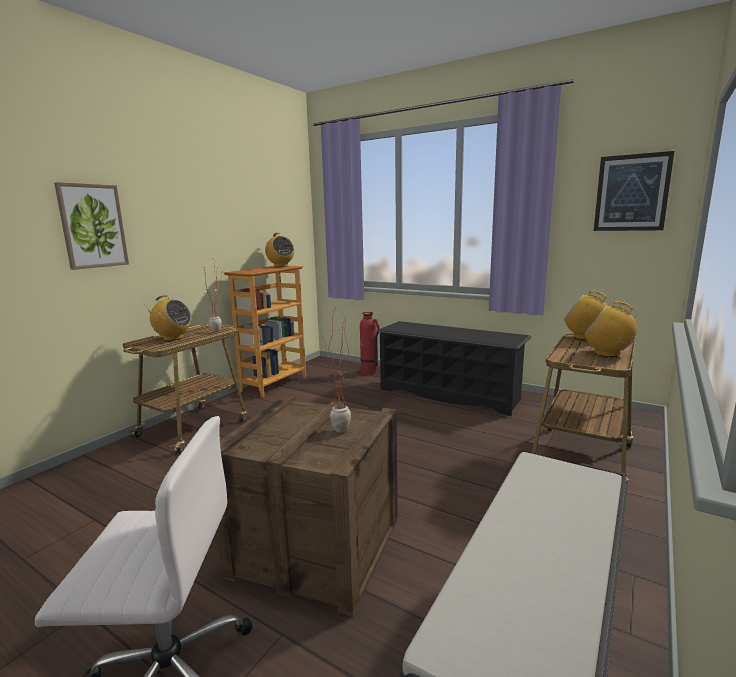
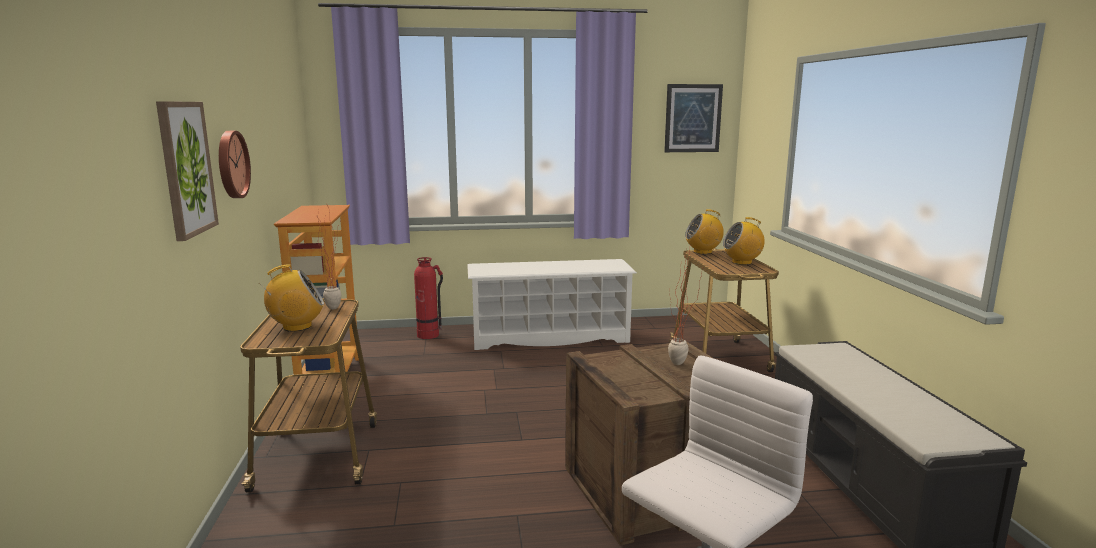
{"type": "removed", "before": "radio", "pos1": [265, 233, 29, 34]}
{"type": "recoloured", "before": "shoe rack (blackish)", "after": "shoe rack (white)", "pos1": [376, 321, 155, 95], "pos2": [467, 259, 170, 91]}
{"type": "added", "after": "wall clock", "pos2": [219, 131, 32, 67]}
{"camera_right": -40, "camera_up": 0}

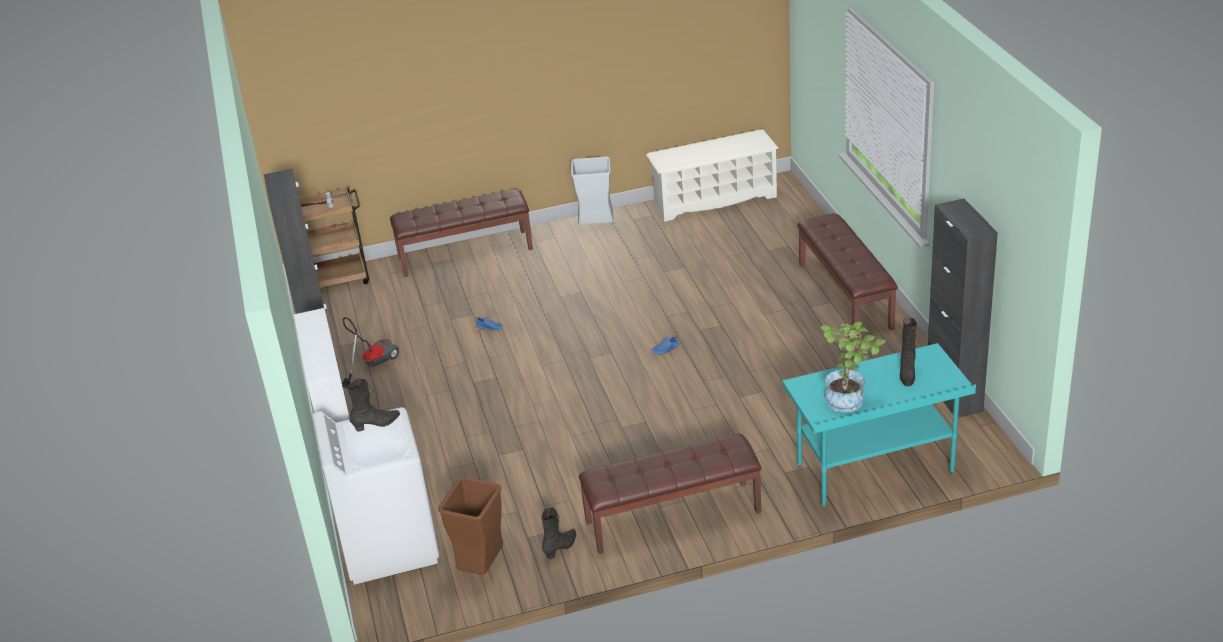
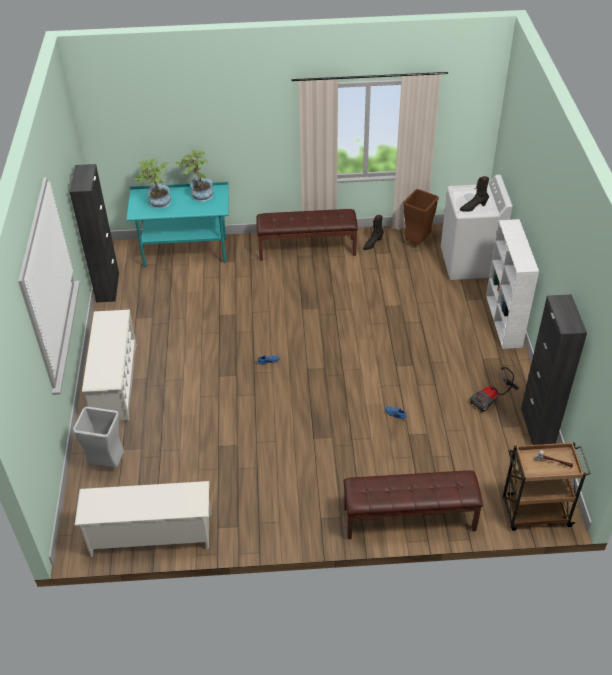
{"type": "moved", "before": "waste bin (greyish)", "pos1": [571, 156, 42, 69], "pos2": [73, 407, 51, 60]}
{"type": "replaced", "before": "long seat (brown)", "after": "shoe rack (white)", "pos1": [797, 214, 101, 124], "pos2": [82, 310, 55, 111]}
{"type": "replaced", "before": "boot (blackish)", "after": "houseplant", "pos1": [900, 317, 17, 70], "pos2": [135, 159, 36, 50]}
{"camera_right": -170, "camera_up": 10}

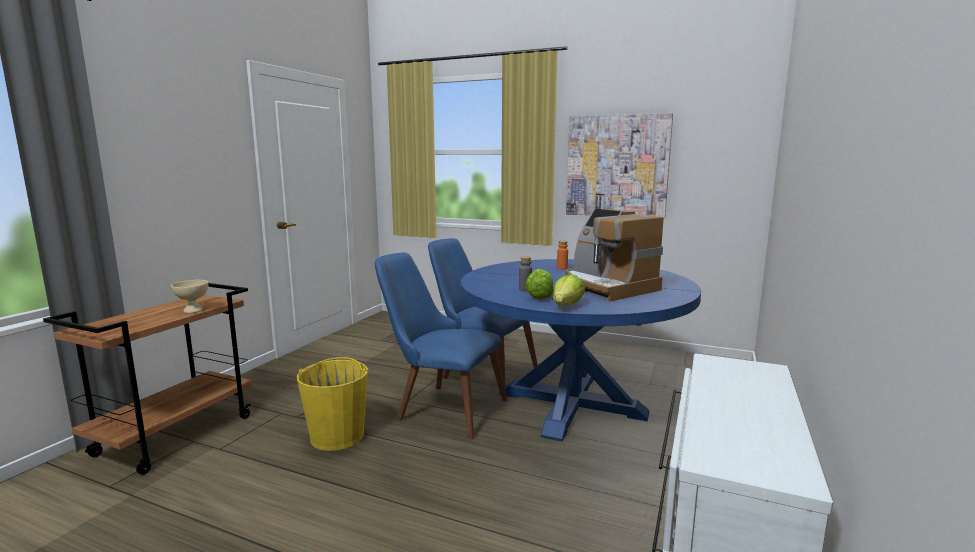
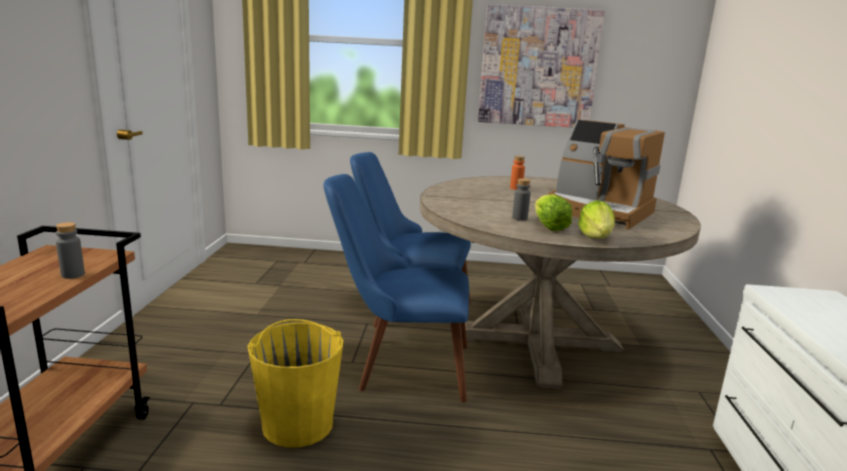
{"type": "replaced", "before": "bowl (beige)", "after": "drink bottle (greyish)", "pos1": [171, 280, 38, 33], "pos2": [56, 222, 29, 57]}
{"type": "recoloured", "before": "dining table (blue-coloured)", "after": "dining table (beige)", "pos1": [461, 259, 240, 182], "pos2": [420, 176, 281, 213]}
{"camera_right": -20, "camera_up": 5}

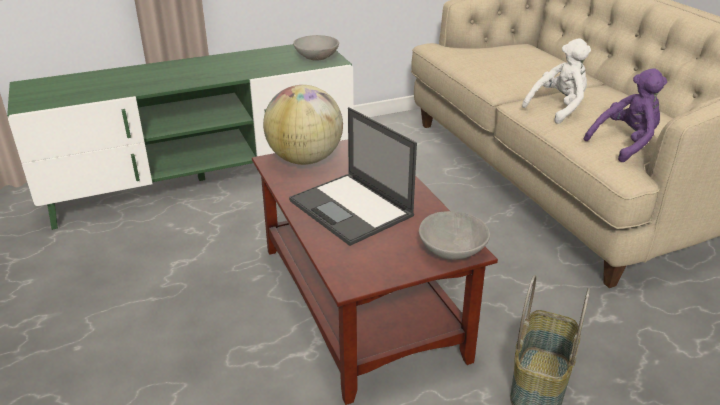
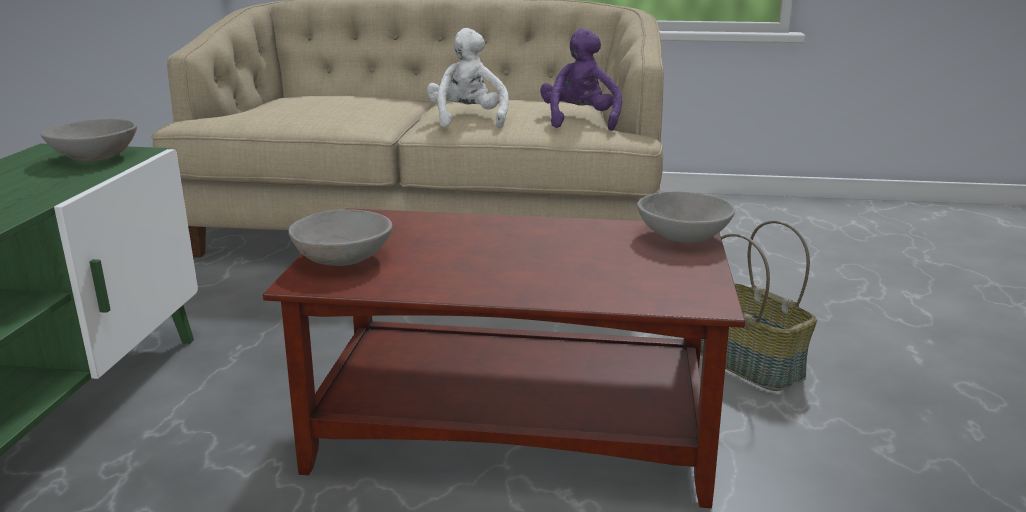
{"type": "replaced", "before": "desk globe", "after": "bowl (greyish)", "pos1": [263, 85, 80, 80], "pos2": [288, 209, 104, 57]}
{"type": "removed", "before": "notebook computer", "pos1": [289, 107, 128, 139]}
{"camera_right": -60, "camera_up": -10}

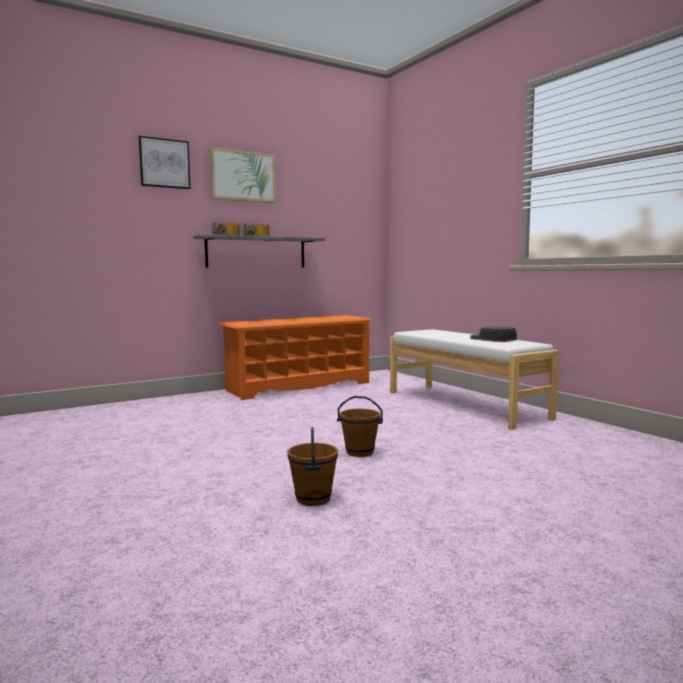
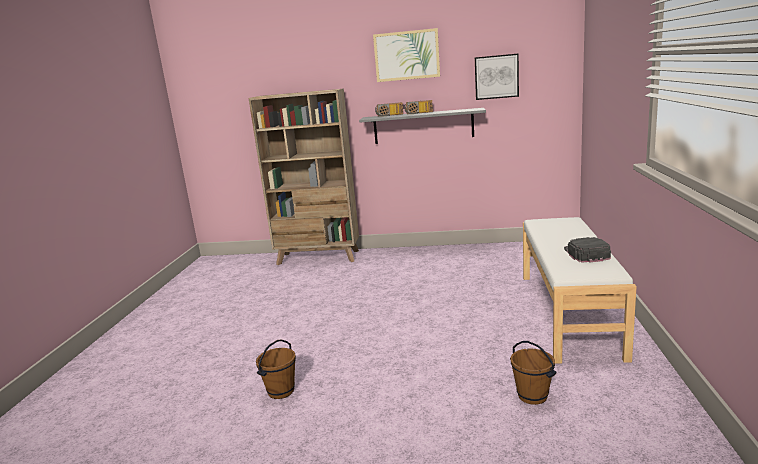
{"type": "moved", "before": "wall art", "pos1": [139, 136, 52, 53], "pos2": [475, 53, 44, 47]}
{"type": "removed", "before": "shoe rack (orange-coloured)", "pos1": [217, 315, 155, 85]}
{"type": "moved", "before": "pail (brown)", "pos1": [337, 396, 46, 61], "pos2": [510, 341, 46, 64]}
{"type": "added", "after": "shelving unit (beige)", "pos2": [249, 89, 110, 176]}
{"camera_right": 40, "camera_up": 10}

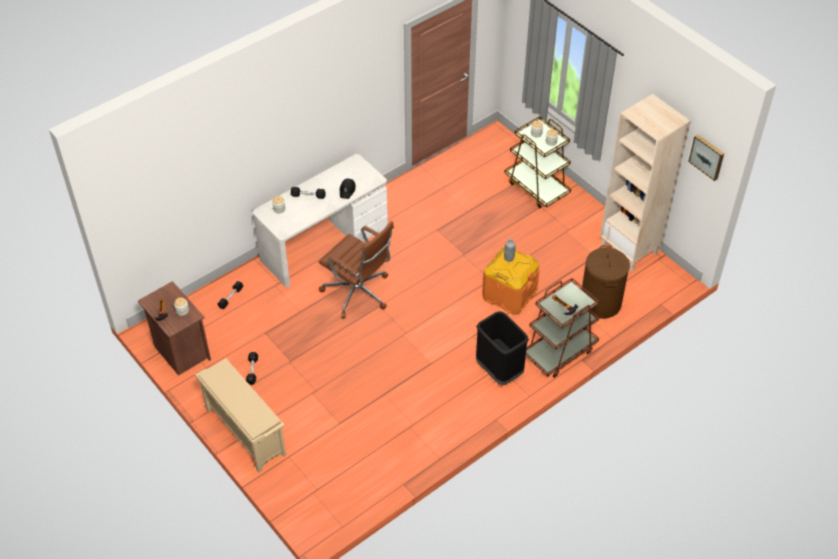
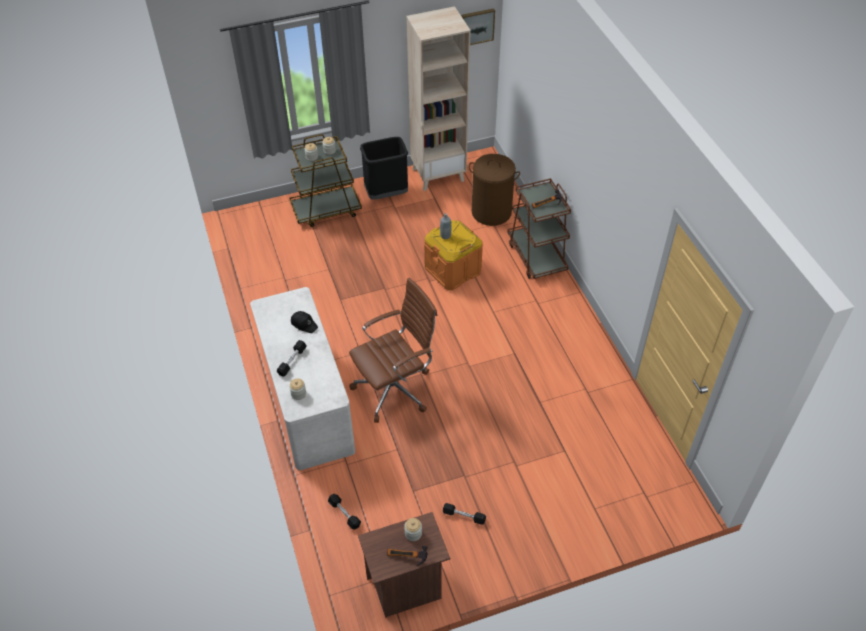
{"type": "removed", "before": "shoe rack (beige)", "pos1": [195, 358, 91, 114]}
{"type": "moved", "before": "waste bin (blackish)", "pos1": [476, 311, 53, 74], "pos2": [360, 137, 48, 63]}
{"camera_right": -70, "camera_up": 0}

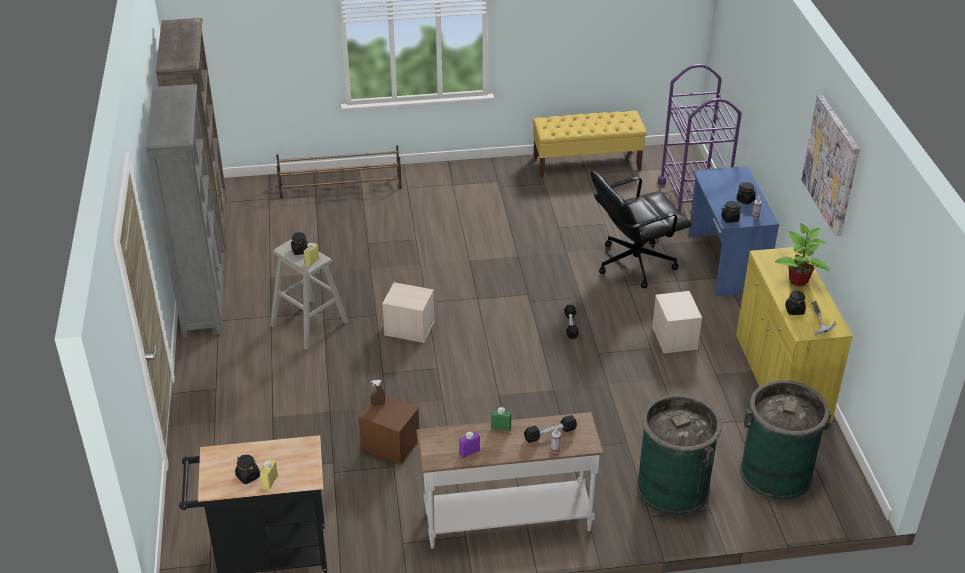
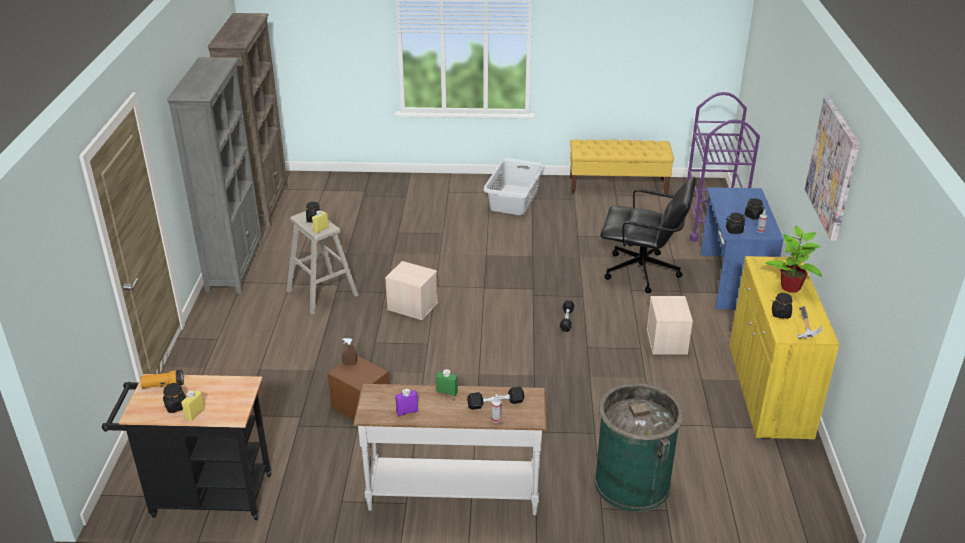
{"type": "removed", "before": "shoe rack (brown)", "pos1": [276, 146, 126, 52]}
{"type": "turned", "before": "office chair (blackish)", "pos1": [591, 171, 101, 117], "pos2": [600, 177, 96, 116], "turn": -150}
{"type": "removed", "before": "waste bin (greenish)", "pos1": [740, 380, 91, 120]}
{"type": "added", "after": "hand torch", "pos2": [140, 370, 44, 18]}
{"type": "added", "after": "hamper (greyish)", "pos2": [483, 158, 62, 57]}
{"camera_right": 10, "camera_up": -5}

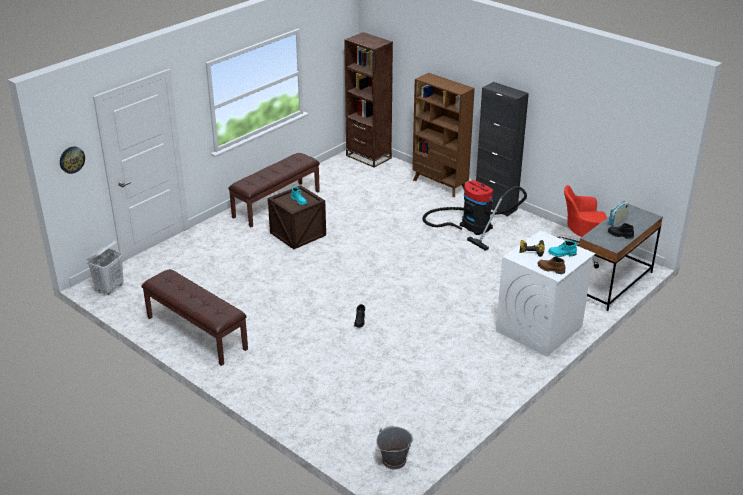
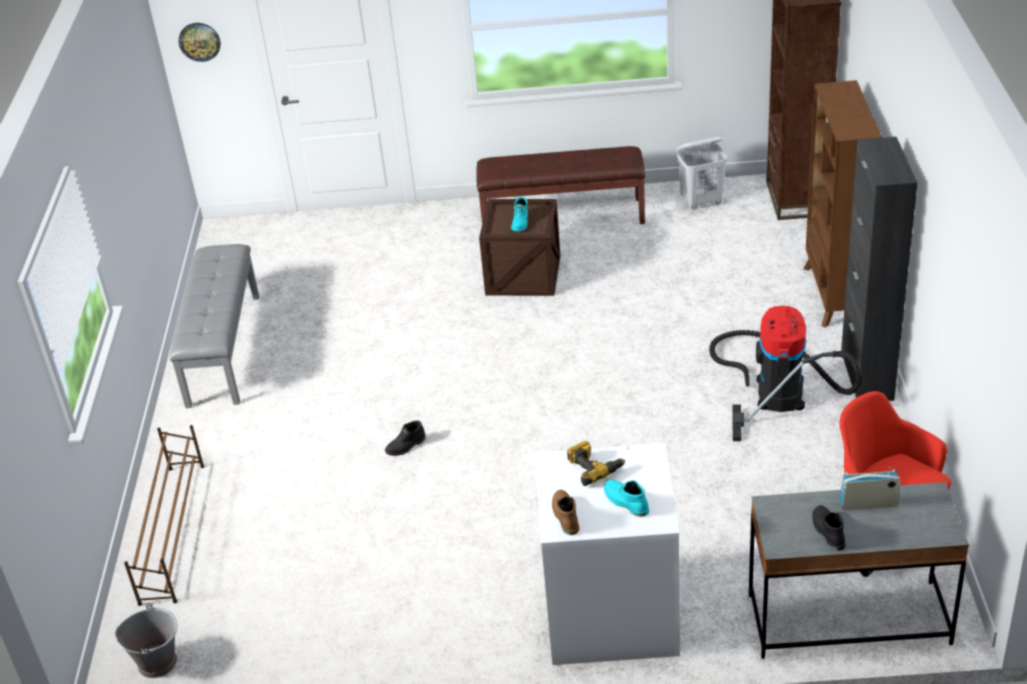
{"type": "moved", "before": "hamper (white)", "pos1": [87, 241, 37, 54], "pos2": [676, 136, 52, 73]}
{"type": "recoloured", "before": "long seat (brown)", "after": "long seat (greyish)", "pos1": [141, 269, 107, 97], "pos2": [170, 244, 89, 164]}
{"type": "added", "after": "shoe rack (brown)", "pos2": [124, 425, 80, 181]}
{"camera_right": 50, "camera_up": 5}

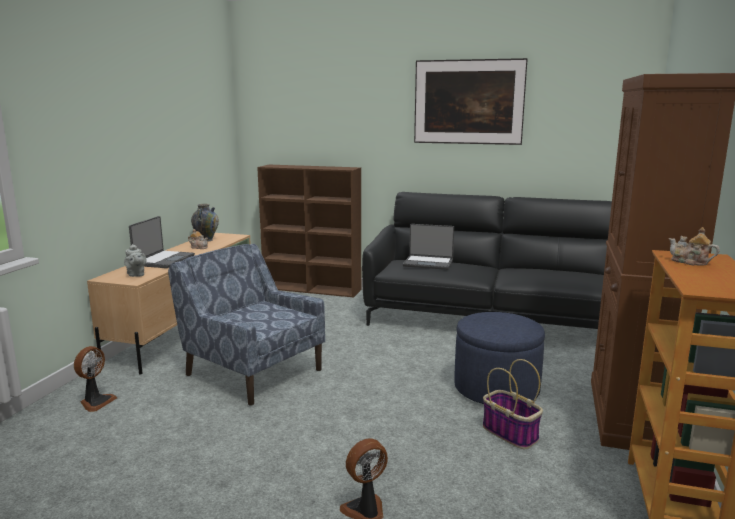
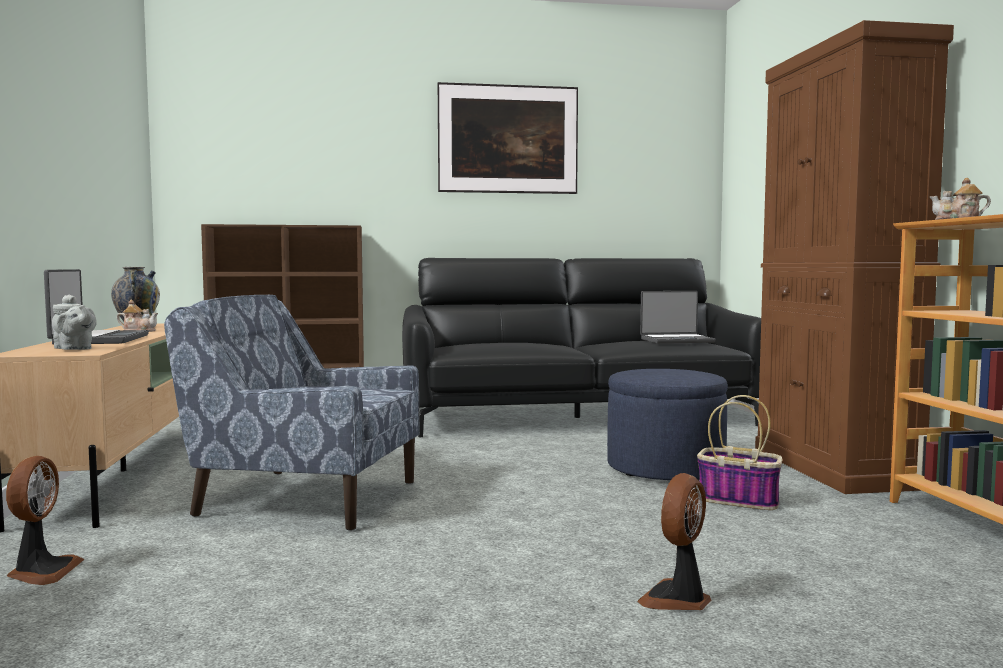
{"type": "moved", "before": "notebook computer", "pos1": [403, 224, 51, 46], "pos2": [640, 291, 76, 53]}
{"camera_right": -25, "camera_up": -10}

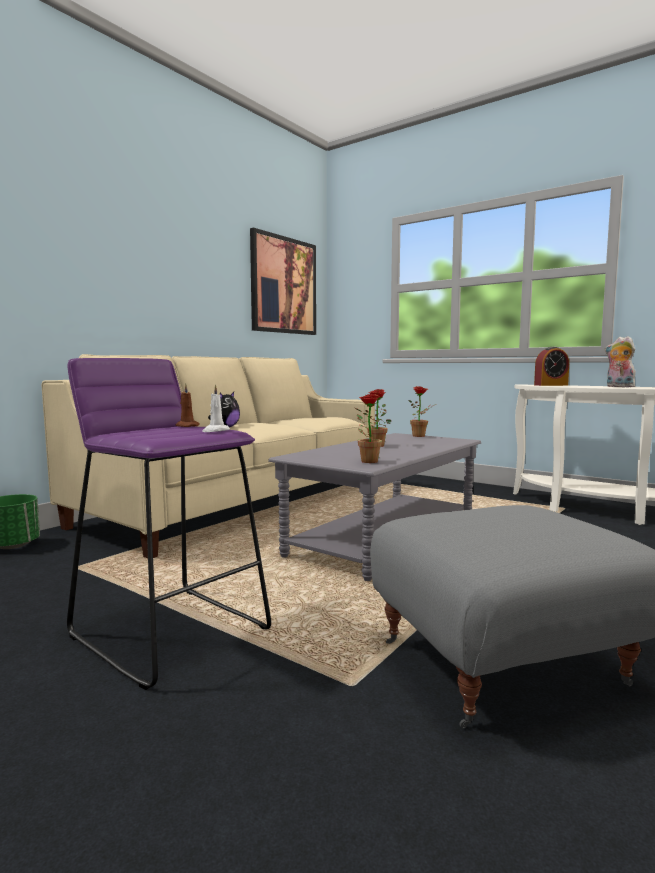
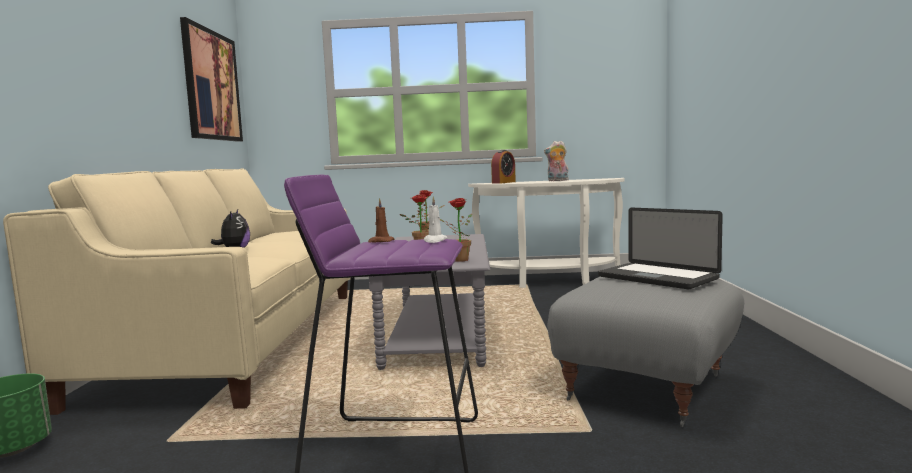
{"type": "added", "after": "notebook computer", "pos2": [598, 208, 125, 81]}
{"camera_right": -35, "camera_up": 0}

